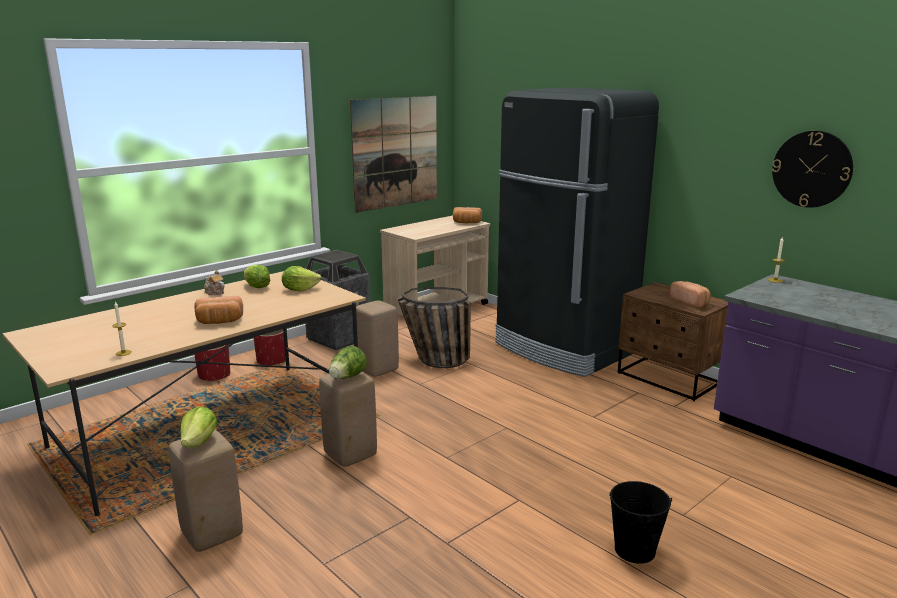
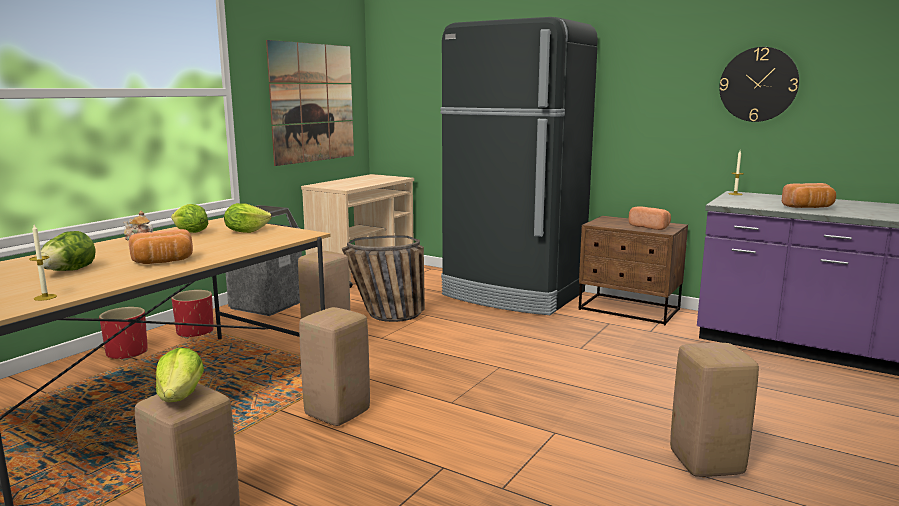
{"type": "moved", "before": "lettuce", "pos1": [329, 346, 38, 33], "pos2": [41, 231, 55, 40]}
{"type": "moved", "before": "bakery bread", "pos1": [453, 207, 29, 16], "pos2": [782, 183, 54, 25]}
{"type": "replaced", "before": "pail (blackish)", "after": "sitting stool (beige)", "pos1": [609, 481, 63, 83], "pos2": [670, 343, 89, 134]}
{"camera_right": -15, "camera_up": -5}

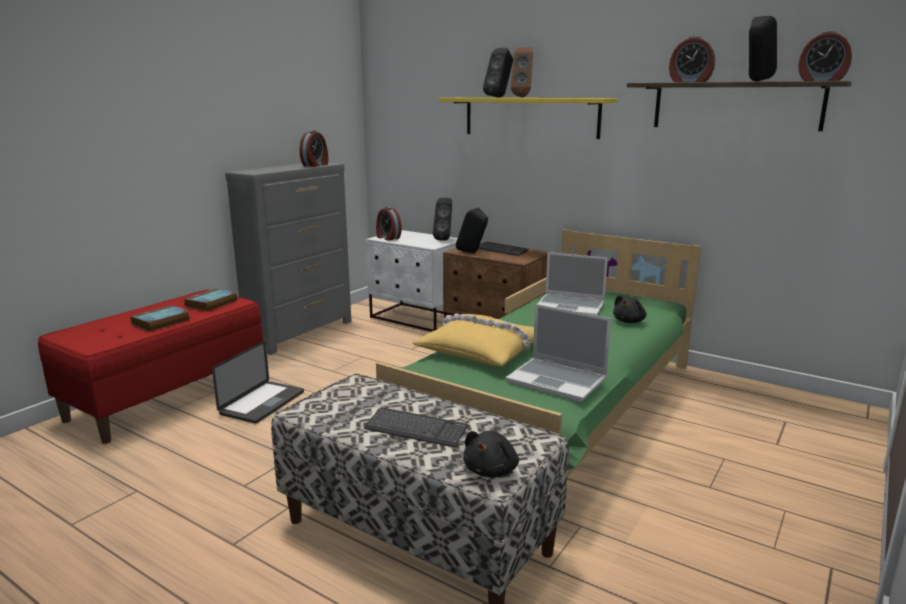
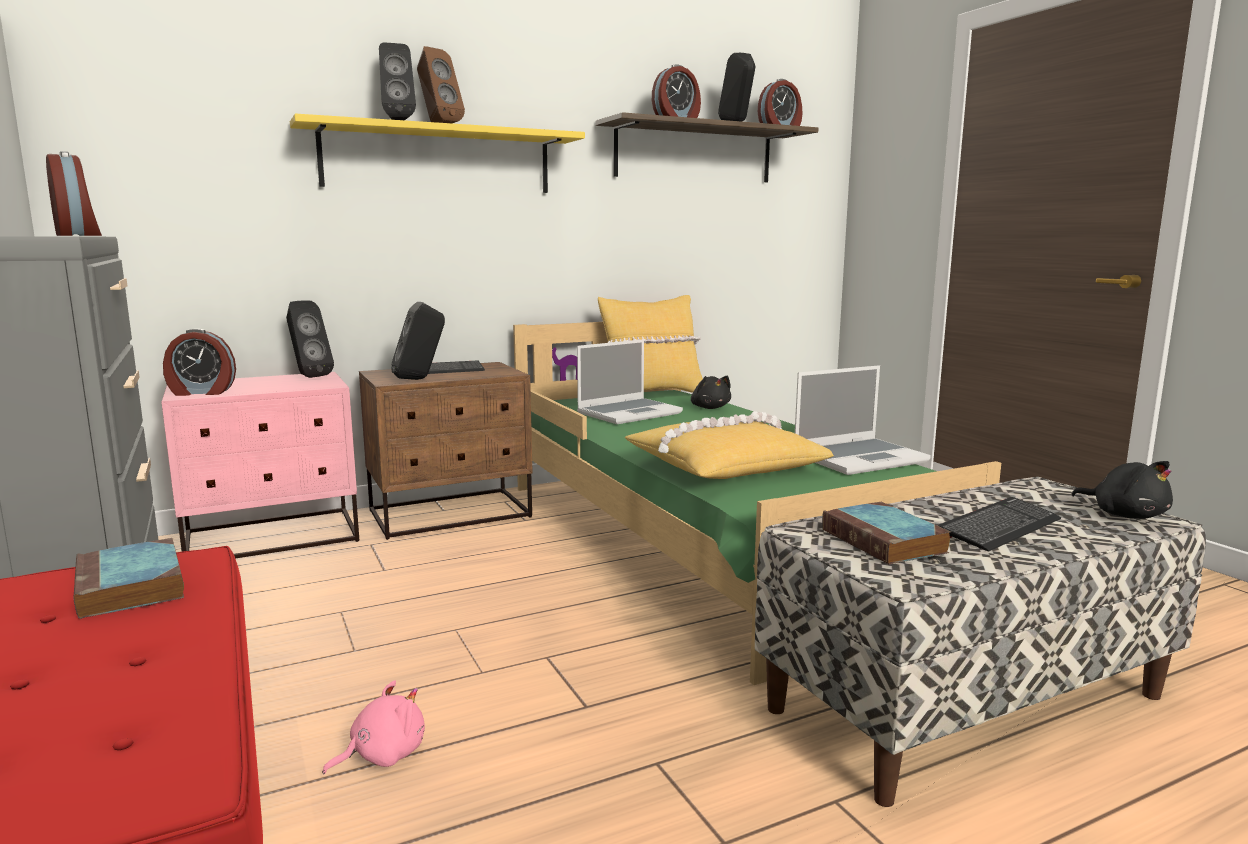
{"type": "moved", "before": "volume", "pos1": [130, 305, 60, 27], "pos2": [822, 502, 129, 63]}
{"type": "replaced", "before": "notebook computer", "after": "soft toy (pink)", "pos1": [212, 341, 92, 83], "pos2": [322, 680, 103, 95]}
{"type": "recoloured", "before": "nightstand (white)", "after": "nightstand (pink)", "pos1": [366, 230, 91, 102], "pos2": [161, 372, 199, 187]}
{"type": "added", "after": "throw pillow (yellowish)", "pos2": [598, 295, 105, 98]}
{"camera_right": -60, "camera_up": -5}

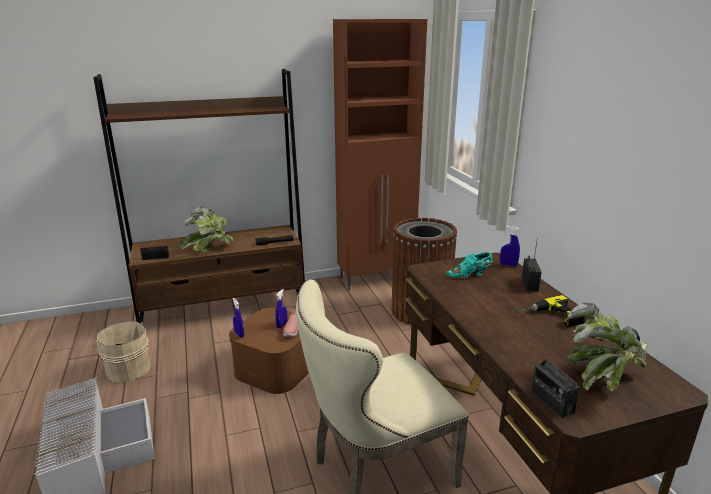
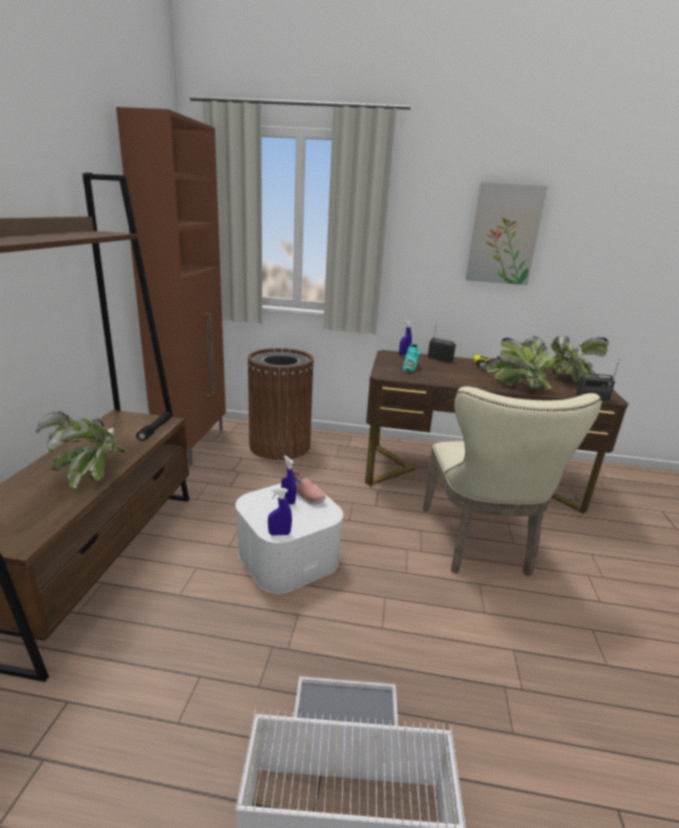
{"type": "removed", "before": "pail (beige)", "pos1": [93, 321, 57, 62]}
{"type": "removed", "before": "radio", "pos1": [140, 237, 29, 23]}
{"type": "recoloured", "before": "storage bin (brown)", "after": "storage bin (white)", "pos1": [229, 308, 80, 86], "pos2": [235, 483, 108, 111]}
{"type": "added", "after": "wall art", "pos2": [466, 182, 82, 103]}
{"type": "added", "after": "houseplant", "pos2": [486, 336, 69, 54]}
{"camera_right": -65, "camera_up": 0}

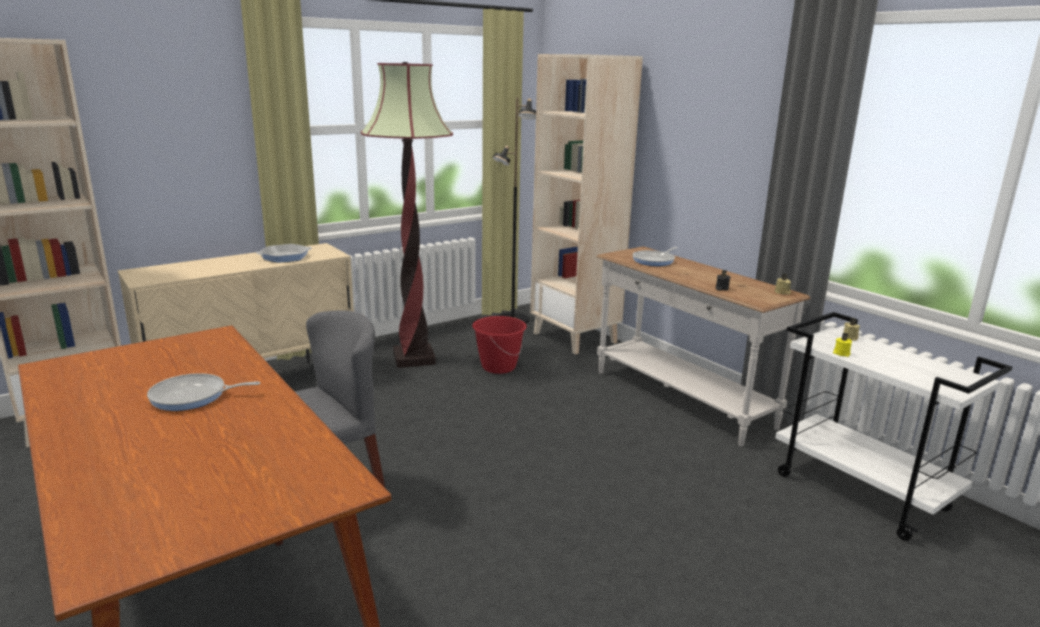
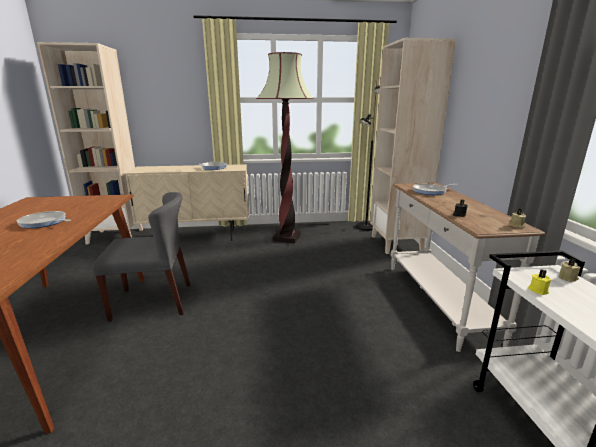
{"type": "removed", "before": "pail (red)", "pos1": [472, 316, 55, 58]}
{"camera_right": 30, "camera_up": 0}

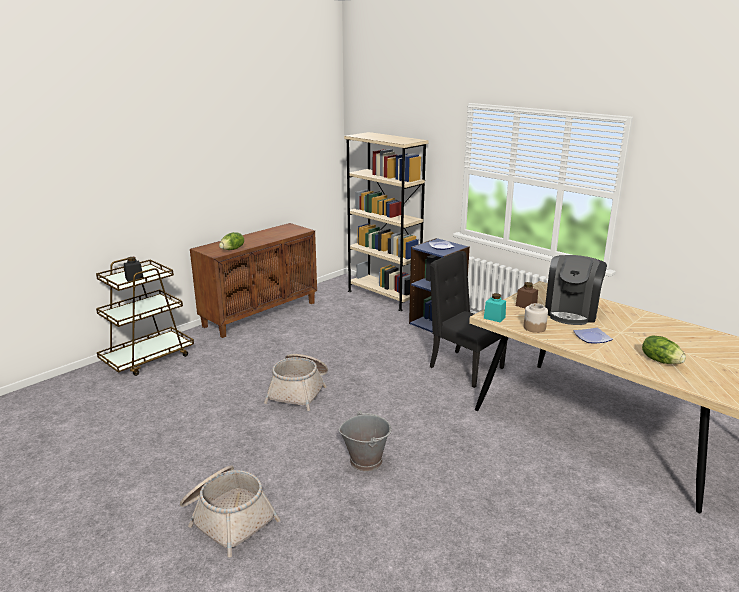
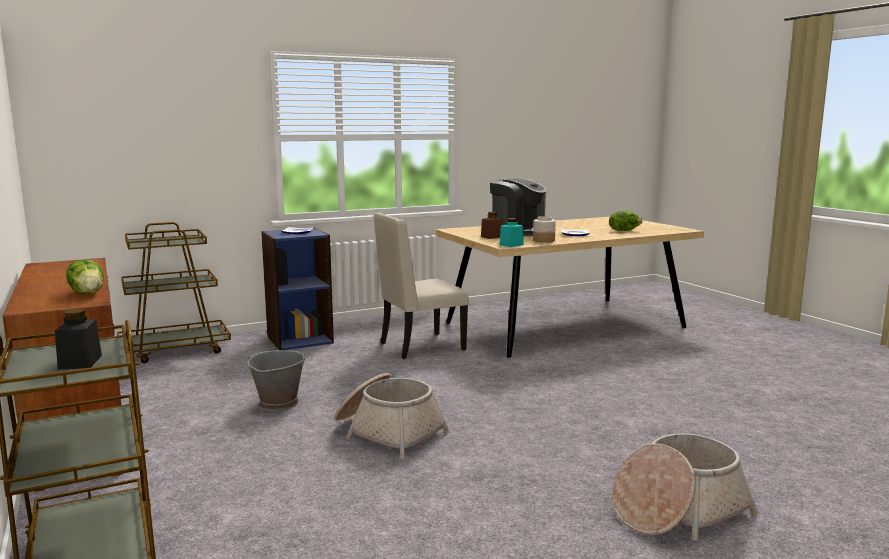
{"type": "moved", "before": "pail (greyish)", "pos1": [339, 411, 53, 61], "pos2": [246, 350, 61, 61]}
{"type": "replaced", "before": "shelving unit (beige)", "after": "cart (brown)", "pos1": [344, 132, 84, 179], "pos2": [117, 222, 114, 141]}
{"type": "recoloured", "before": "upright chair (blackish)", "after": "upright chair (beige)", "pos1": [430, 251, 77, 137], "pos2": [373, 213, 96, 146]}
{"camera_right": -70, "camera_up": -10}

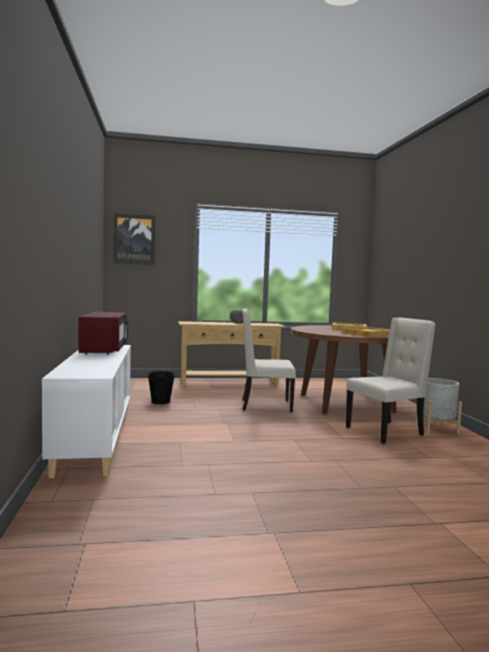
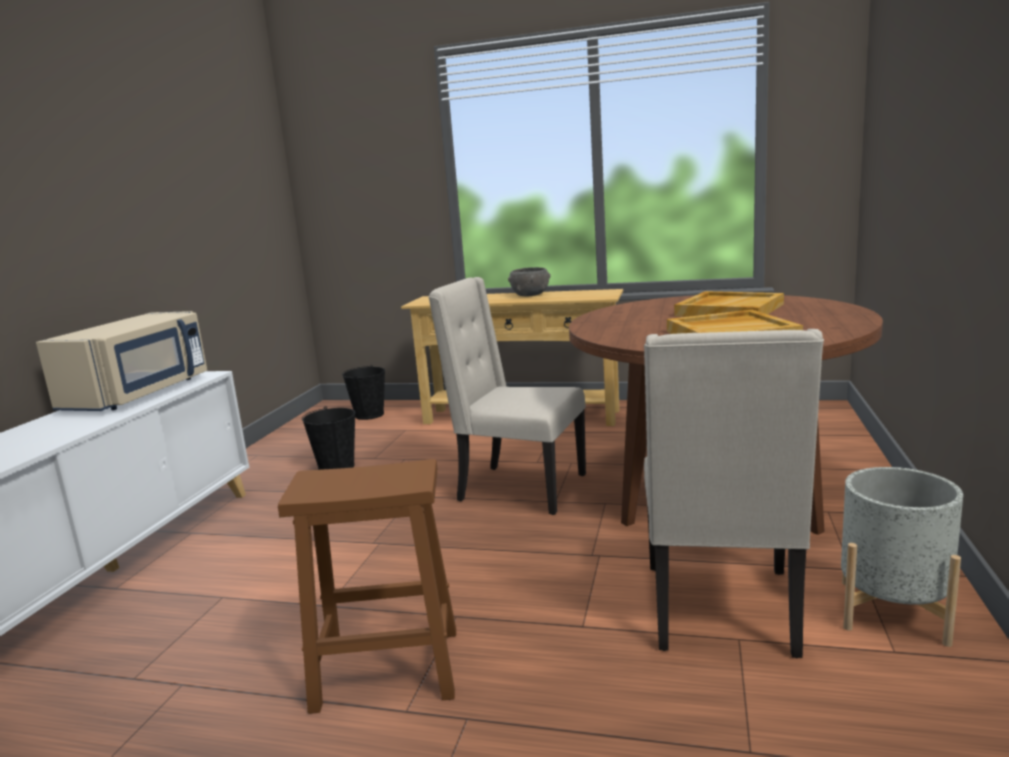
{"type": "recoloured", "before": "kitchen microwave (red)", "after": "kitchen microwave (beige)", "pos1": [79, 312, 49, 43], "pos2": [36, 311, 171, 100]}
{"type": "removed", "before": "wall art", "pos1": [113, 214, 42, 51]}
{"type": "turned", "before": "upright chair (beige)", "pos1": [346, 317, 90, 127], "pos2": [644, 329, 180, 329], "turn": 105}
{"type": "added", "after": "sitting stool (brown)", "pos2": [278, 459, 178, 255]}
{"type": "added", "after": "pail (blackish)", "pos2": [342, 365, 43, 55]}
{"camera_right": 25, "camera_up": 10}

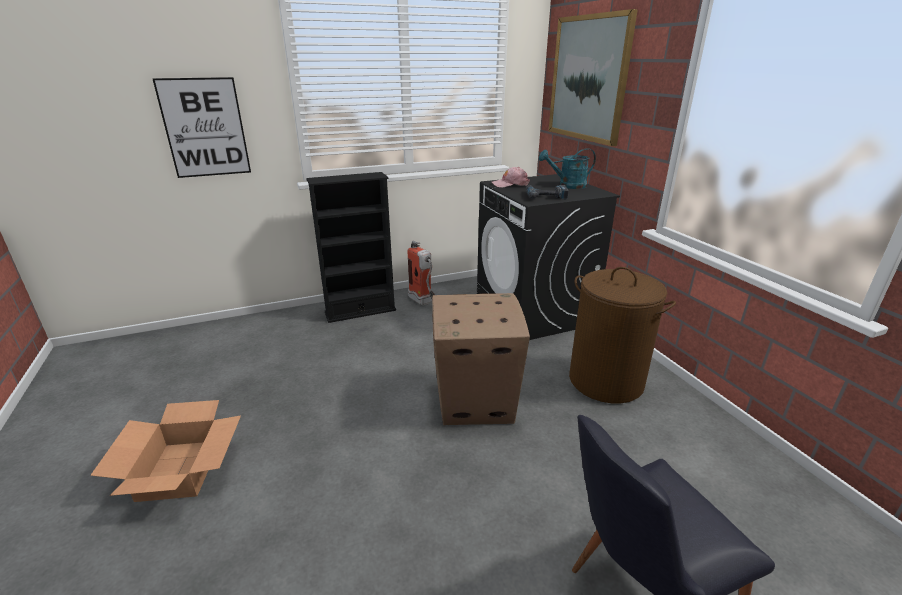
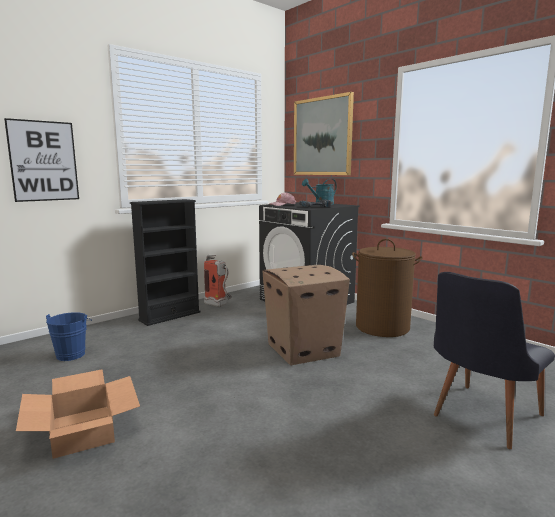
{"type": "added", "after": "pail (blue-coloured)", "pos2": [46, 312, 46, 49]}
{"camera_right": -20, "camera_up": -15}

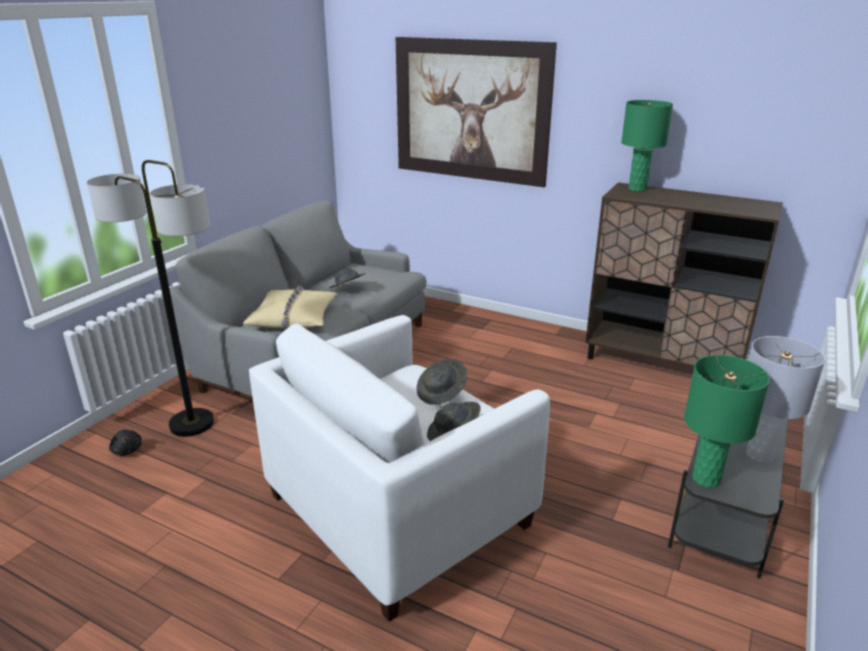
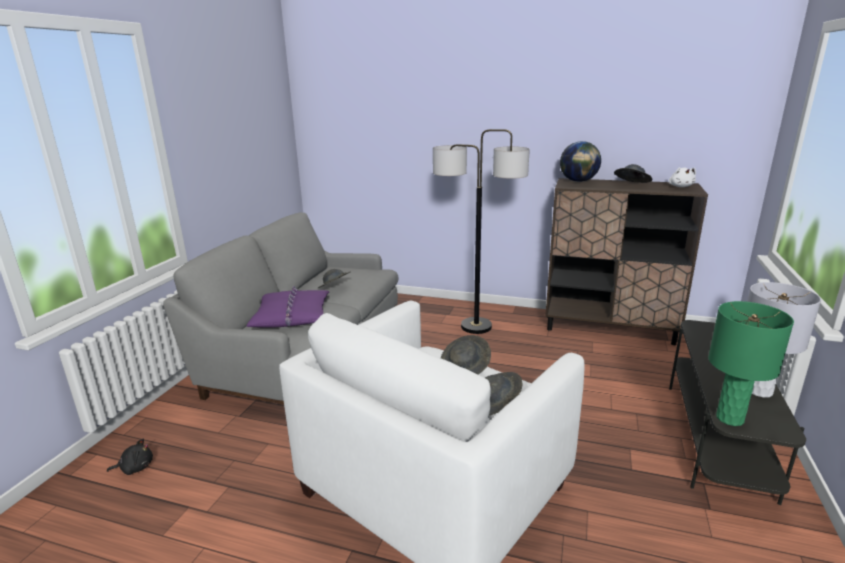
{"type": "moved", "before": "standing lamp", "pos1": [87, 160, 127, 277], "pos2": [433, 129, 97, 205]}
{"type": "turned", "before": "soft toy (blackish)", "pos1": [109, 430, 33, 26], "pos2": [107, 439, 46, 36], "turn": -60}
{"type": "recoloured", "before": "throw pillow (beige)", "after": "throw pillow (purplish)", "pos1": [243, 285, 95, 43], "pos2": [247, 286, 83, 41]}
{"type": "removed", "before": "wall art", "pos1": [395, 37, 162, 150]}
{"type": "replaced", "before": "tabletop lamp (greenish)", "after": "desk globe", "pos1": [621, 100, 52, 91], "pos2": [560, 141, 41, 41]}
{"type": "added", "after": "wearable hat (greyish)", "pos2": [614, 164, 38, 19]}
{"type": "added", "after": "soft toy (white)", "pos2": [669, 167, 27, 20]}
{"camera_right": -10, "camera_up": -5}

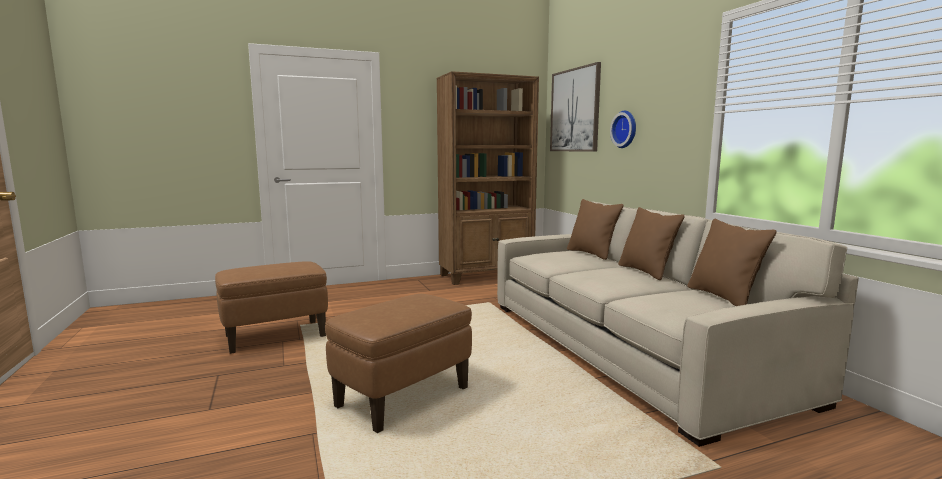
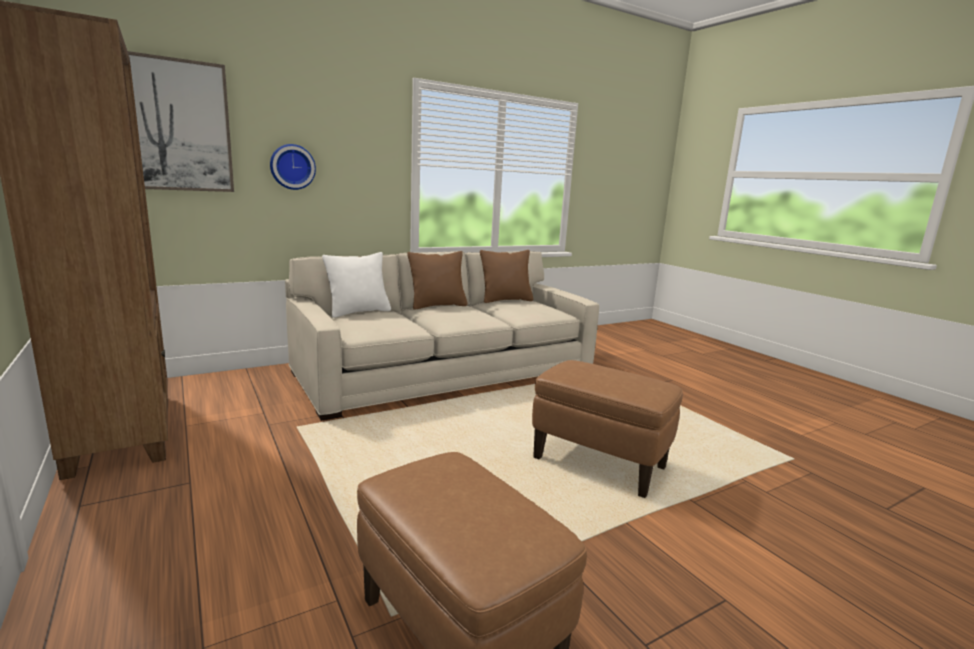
{"type": "recoloured", "before": "throw pillow (brown)", "after": "throw pillow (white)", "pos1": [567, 199, 57, 61], "pos2": [322, 252, 69, 66]}
{"camera_right": -100, "camera_up": 5}

